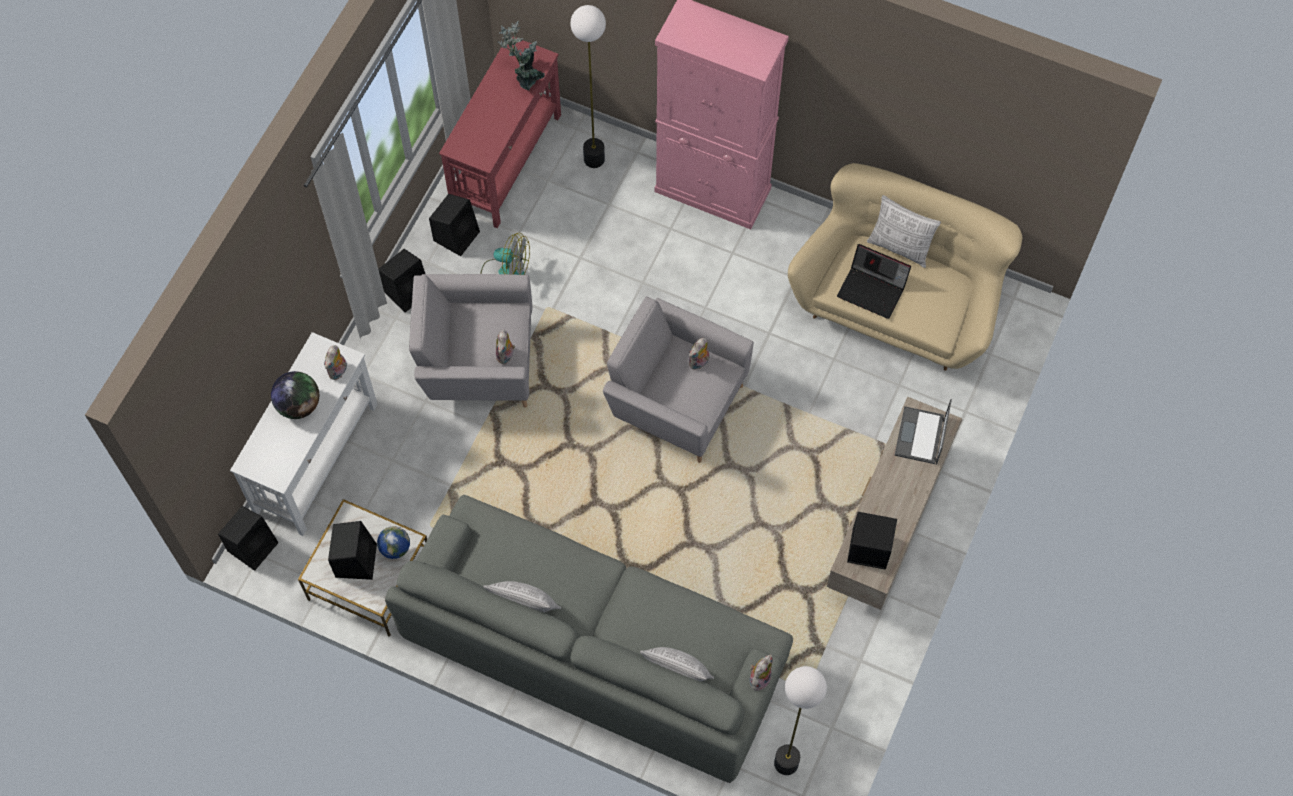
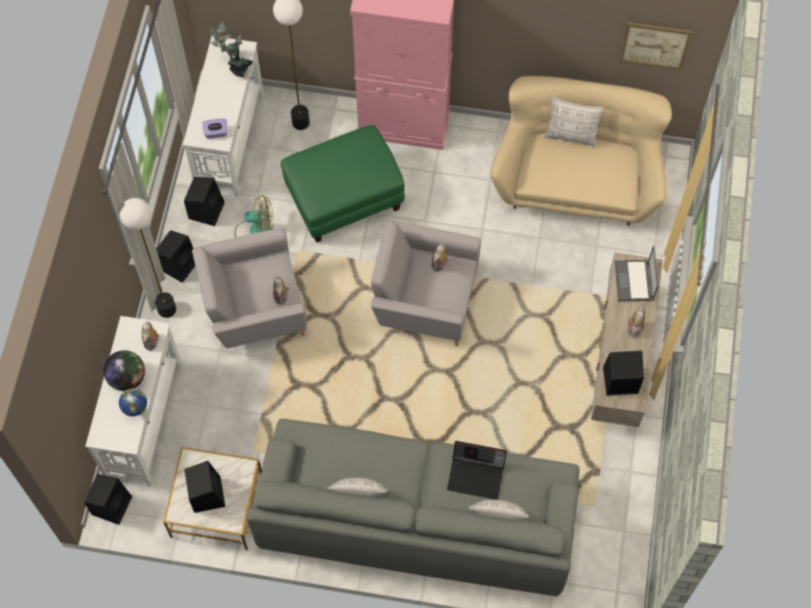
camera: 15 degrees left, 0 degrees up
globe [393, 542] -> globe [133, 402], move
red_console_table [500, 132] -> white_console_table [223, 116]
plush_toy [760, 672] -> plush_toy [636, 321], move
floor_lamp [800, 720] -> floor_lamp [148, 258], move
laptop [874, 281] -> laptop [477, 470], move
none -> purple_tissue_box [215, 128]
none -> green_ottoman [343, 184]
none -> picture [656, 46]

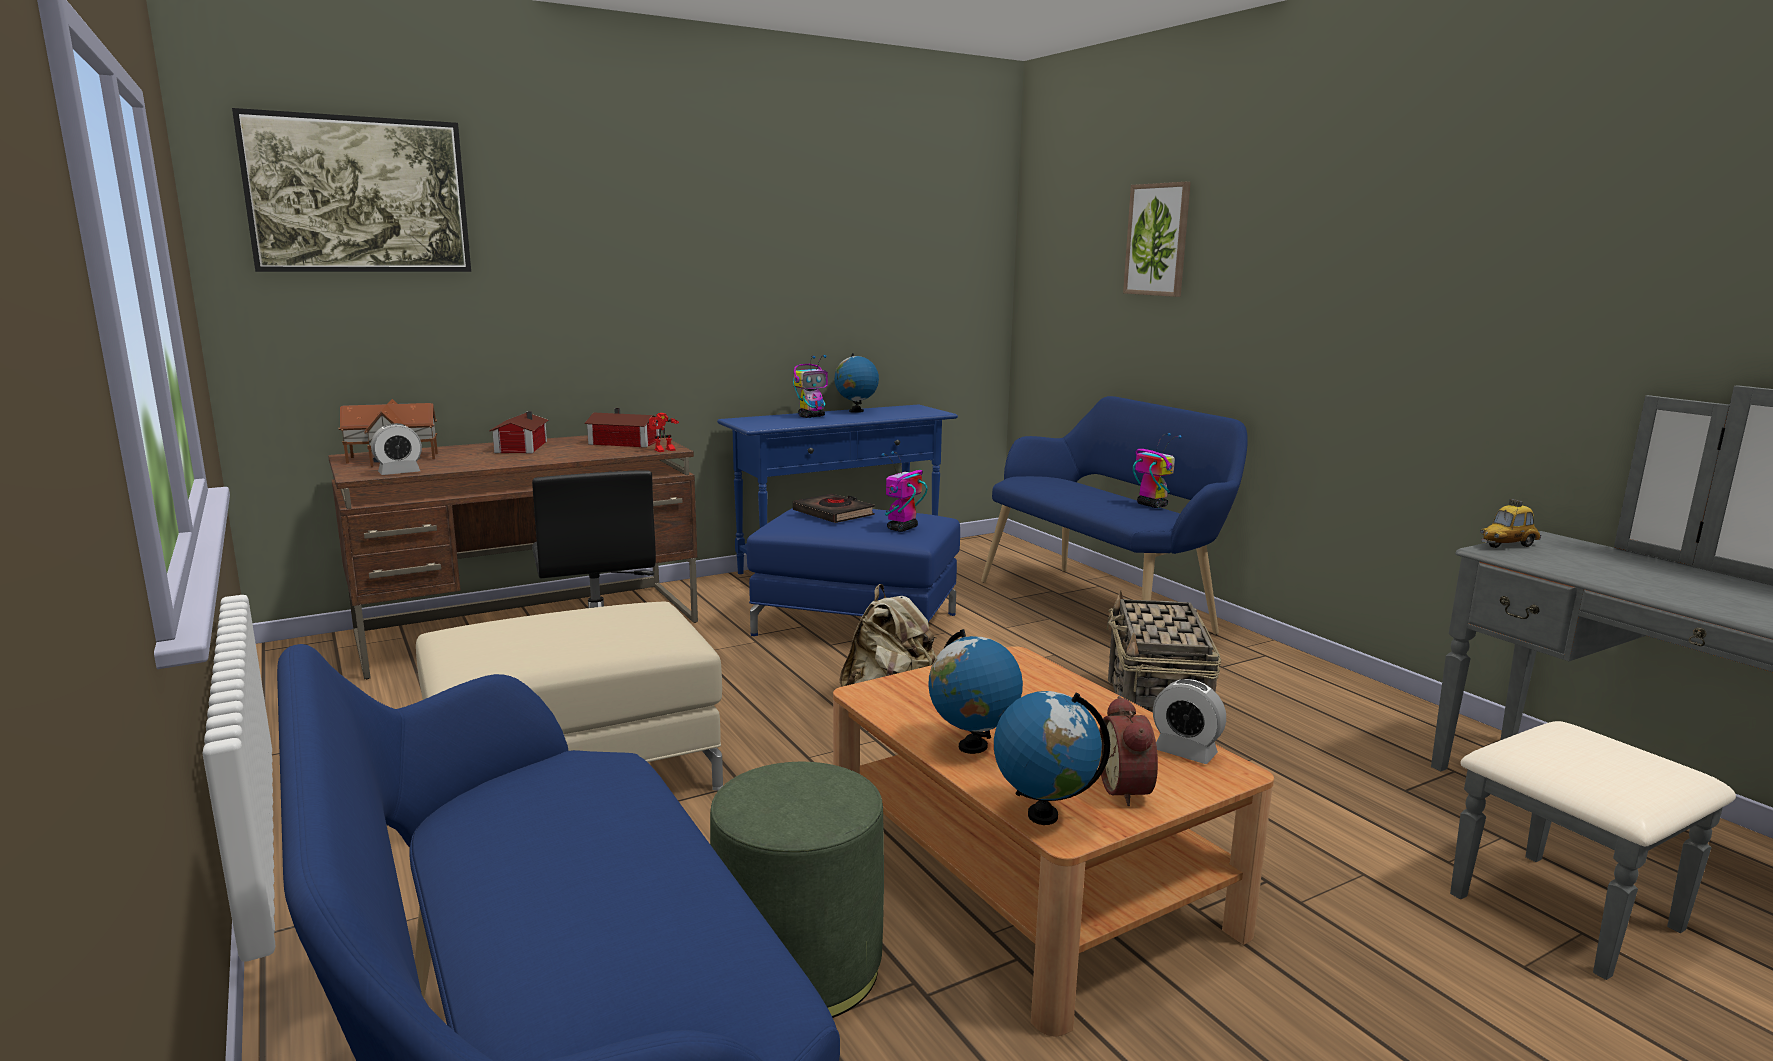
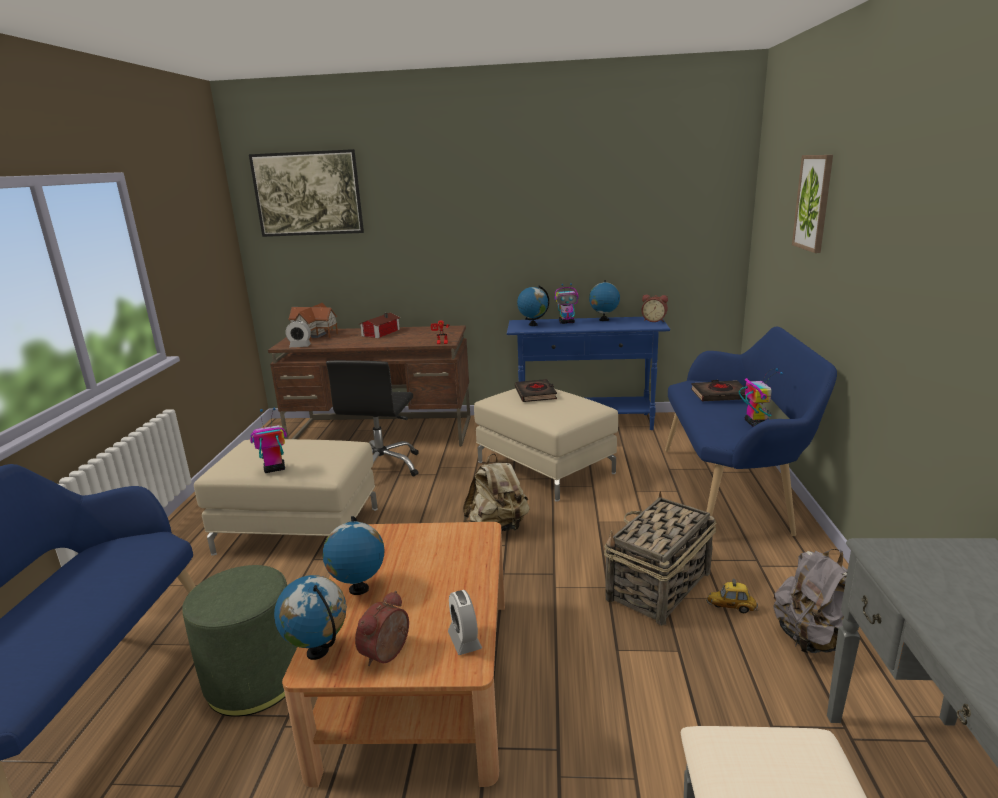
camera: 35 degrees right, 5 degrees up
toy_house [622, 428] -> none
blue_ottoman [853, 573] -> beige_ottoman [546, 445]
toy_robot [904, 491] -> toy_robot [268, 440], move
toy_car [1511, 523] -> toy_car [732, 596], move
none -> globe [533, 305]
none -> alarm_clock [655, 308]
none -> black_book [720, 390]
none -> grey_backpack [810, 601]

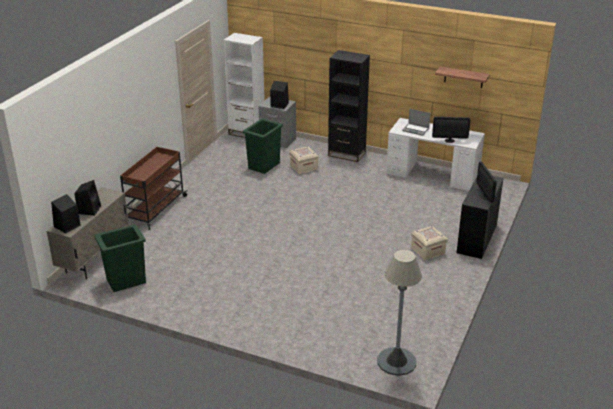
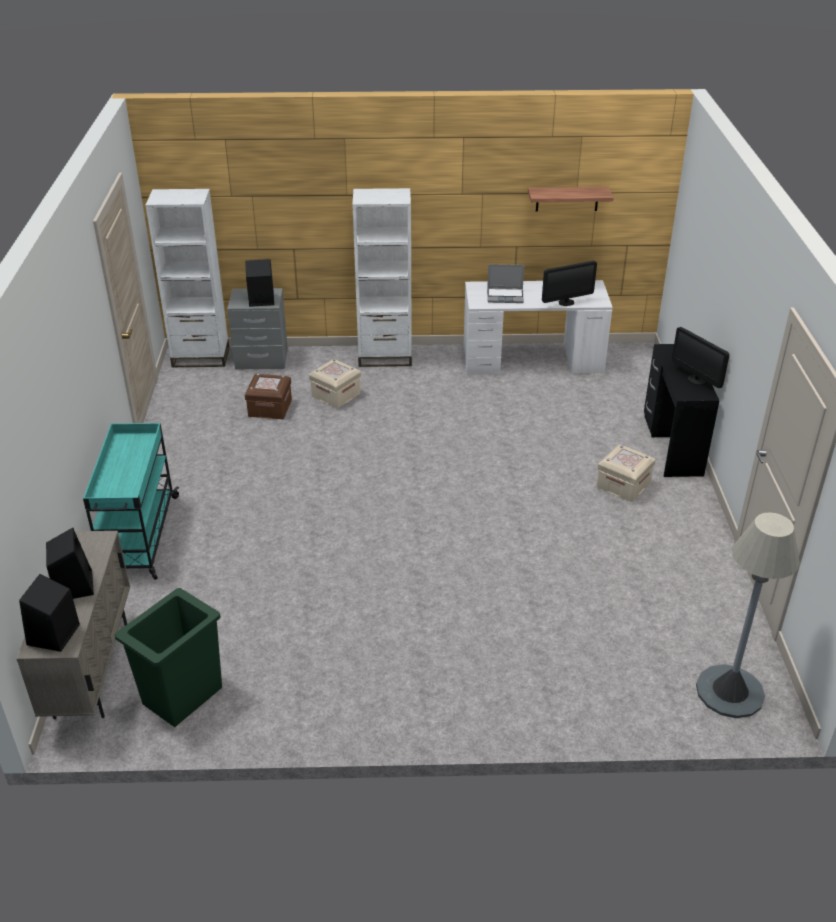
camera: 25 degrees left, 5 degrees up
brown_cart [153, 188] -> turquoise_cart [131, 501]
green_trash_can [263, 146] -> brown_storage_box [268, 396]
black_bookcase [349, 106] -> white_bookcase [382, 277]

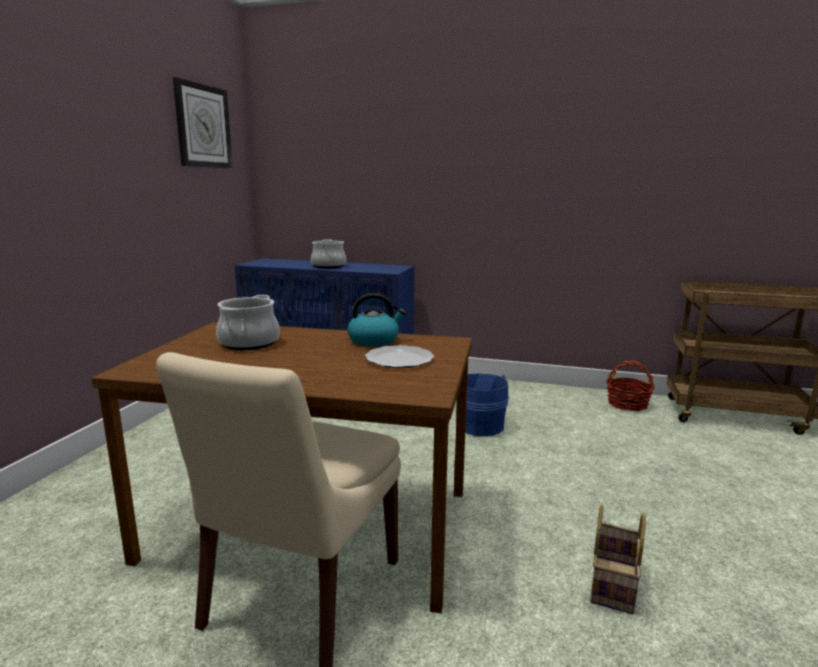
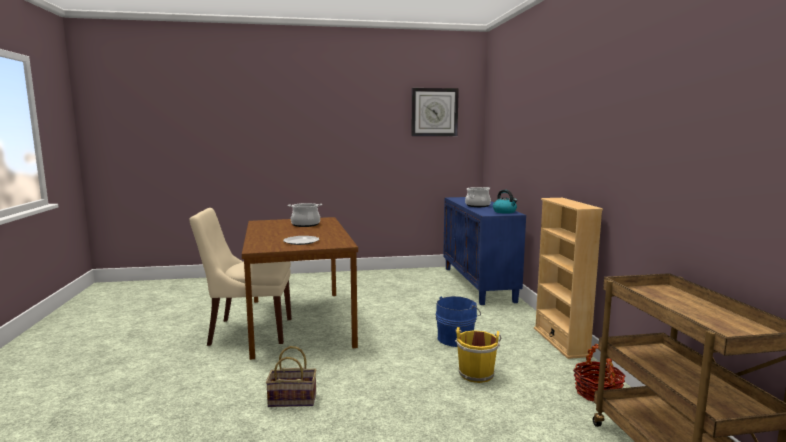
camera: 65 degrees right, 5 degrees down
kettle [377, 320] -> kettle [505, 202], move
none -> yellow_bucket [478, 355]
none -> beige_bookcase [568, 278]

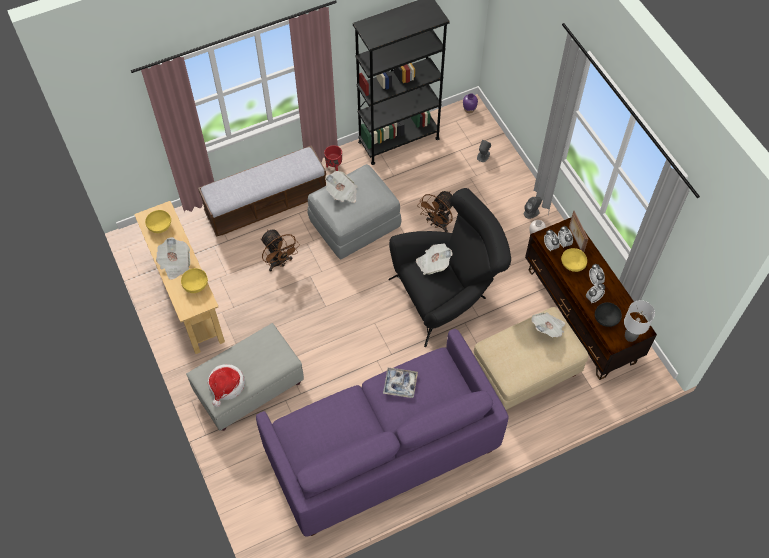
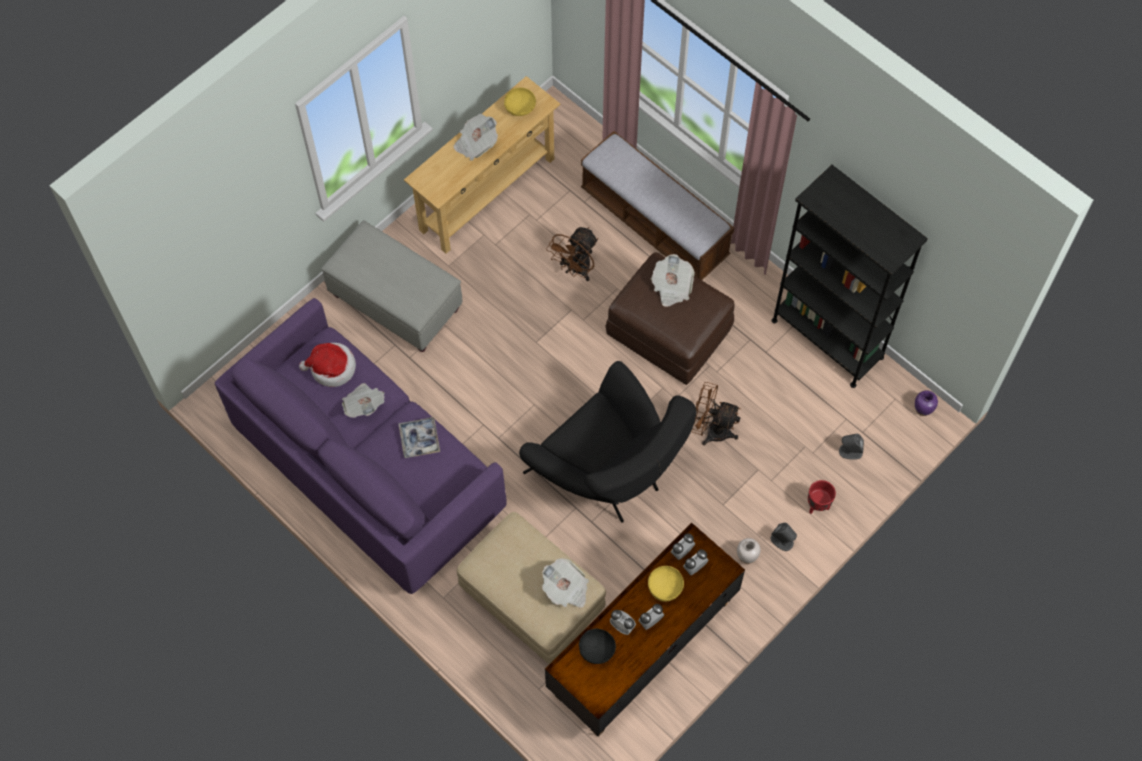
camera: 70 degrees right, 5 degrees up
yellow_bowl [194, 280] -> none
hat [226, 385] -> hat [327, 365], move
grey_ottoman [355, 212] -> brown_ottoman [670, 318]
red_planter [333, 158] -> red_planter [822, 497], move
newspaper [434, 259] -> newspaper [363, 400], move
picture_frame [578, 231] -> none
grey_table_lamp [639, 321] -> none

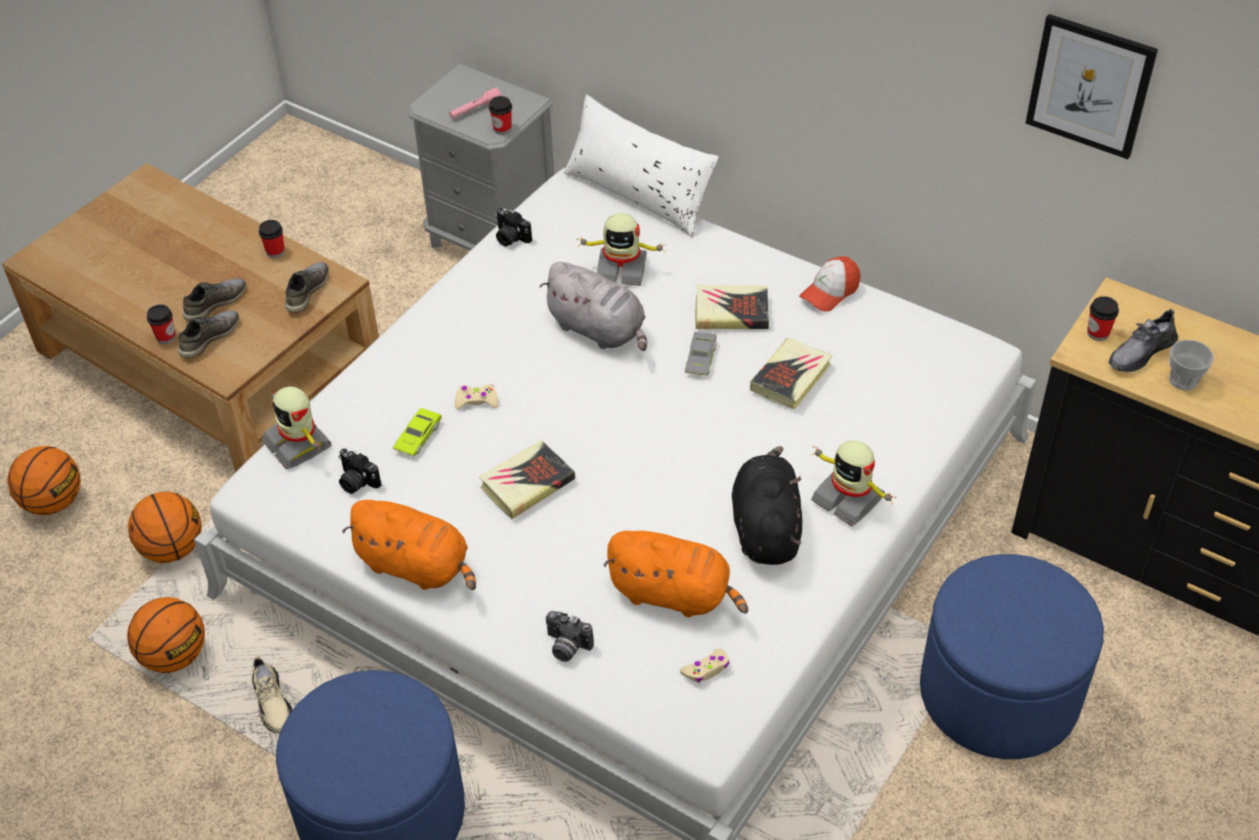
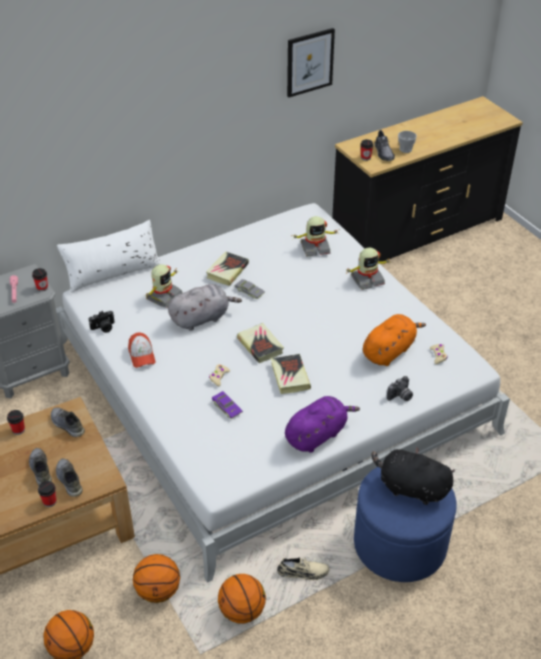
camera: 65 degrees left, 5 degrees down
toy_robot [297, 427] -> toy_robot [316, 236], move
photo_camera [359, 471] -> none
orange_plush_toy [409, 545] -> purple_plush_toy [322, 424]
green_toy_car [417, 432] -> purple_toy_car [227, 405]
black_plush_toy [767, 505] -> black_plush_toy [413, 476], move
book [791, 374] -> book [260, 343], move
cap [829, 284] -> cap [141, 350], move
blue_ottoman [1012, 656] -> none

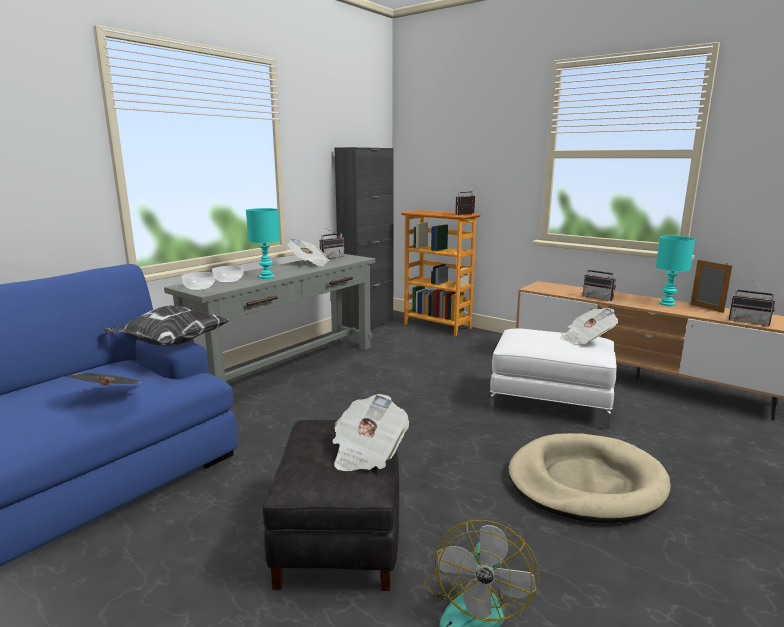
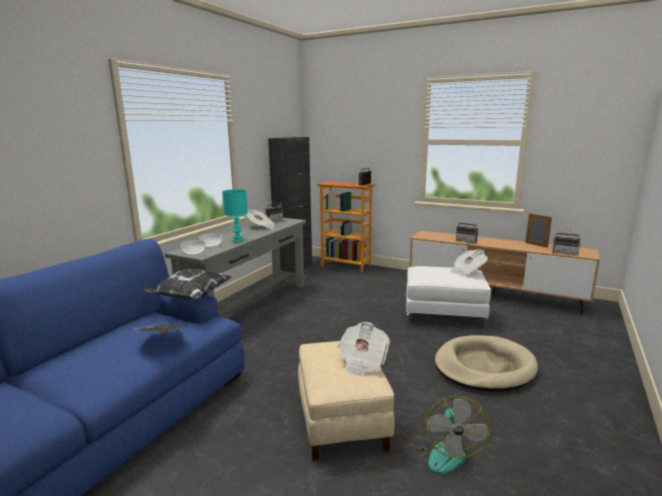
camera: 10 degrees left, 0 degrees up
black_ottoman [331, 505] -> beige_ottoman [346, 401]
turquoise_table_lamp [675, 271] -> none

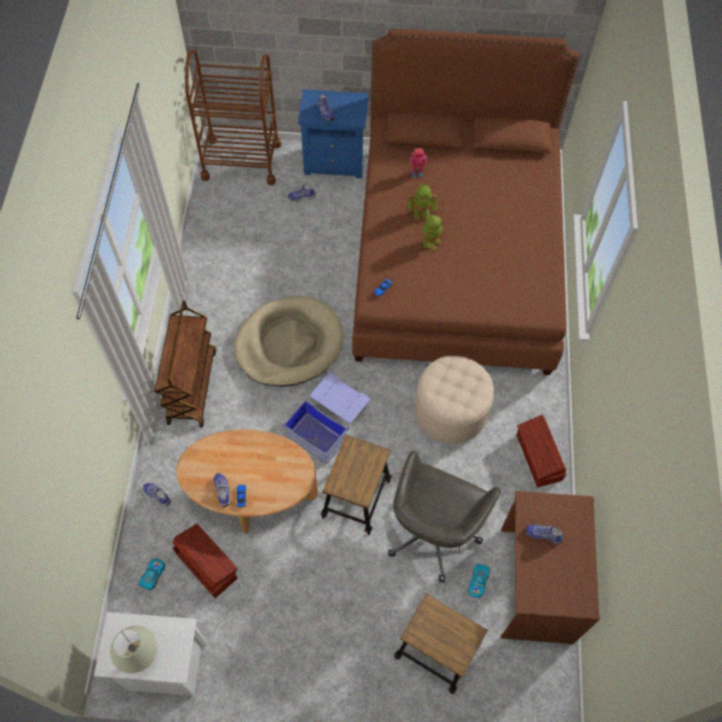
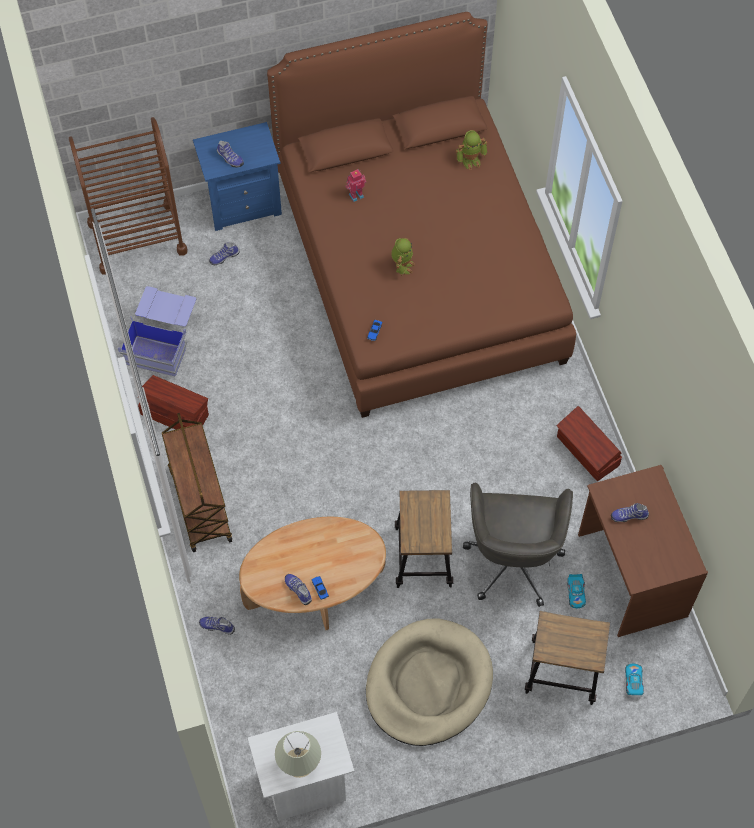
camera: 20 degrees left, 0 degrees up
toy_car [151, 574] -> toy_car [634, 679], move
brown_storage_box [205, 561] -> brown_storage_box [173, 402], move
beige_dog_bed [288, 341] -> beige_dog_bed [429, 682], move
blue_storage_box [326, 418] -> blue_storage_box [157, 331], move
toy_robot [422, 202] -> toy_robot [471, 150], move
beige_ottoman [454, 400] -> none

